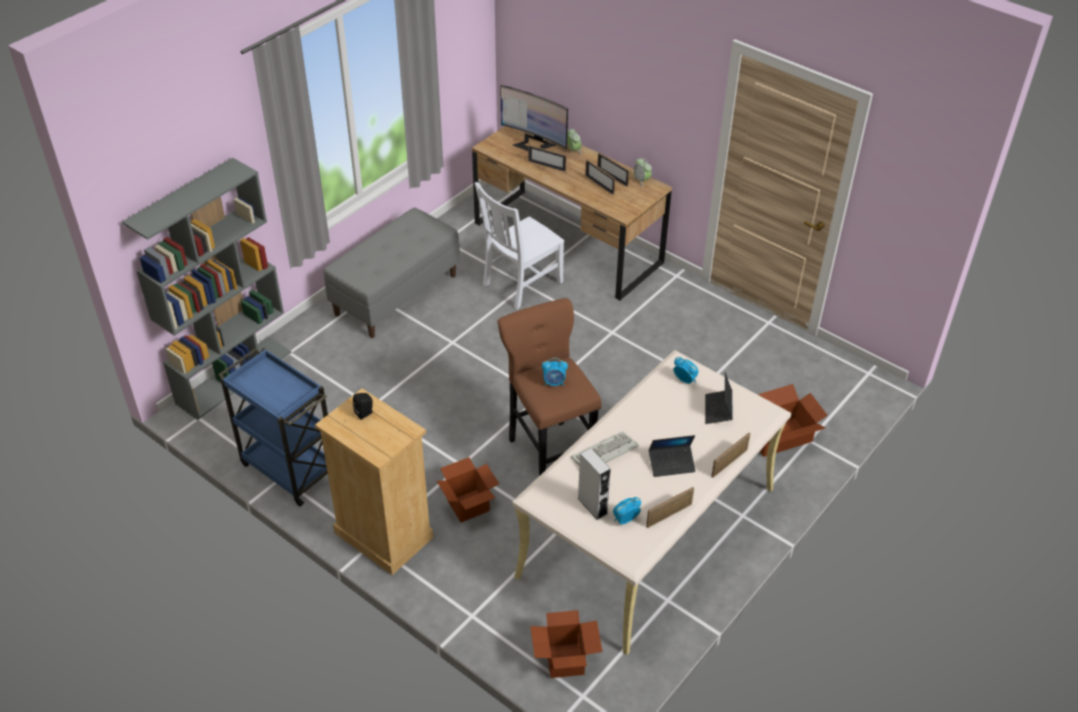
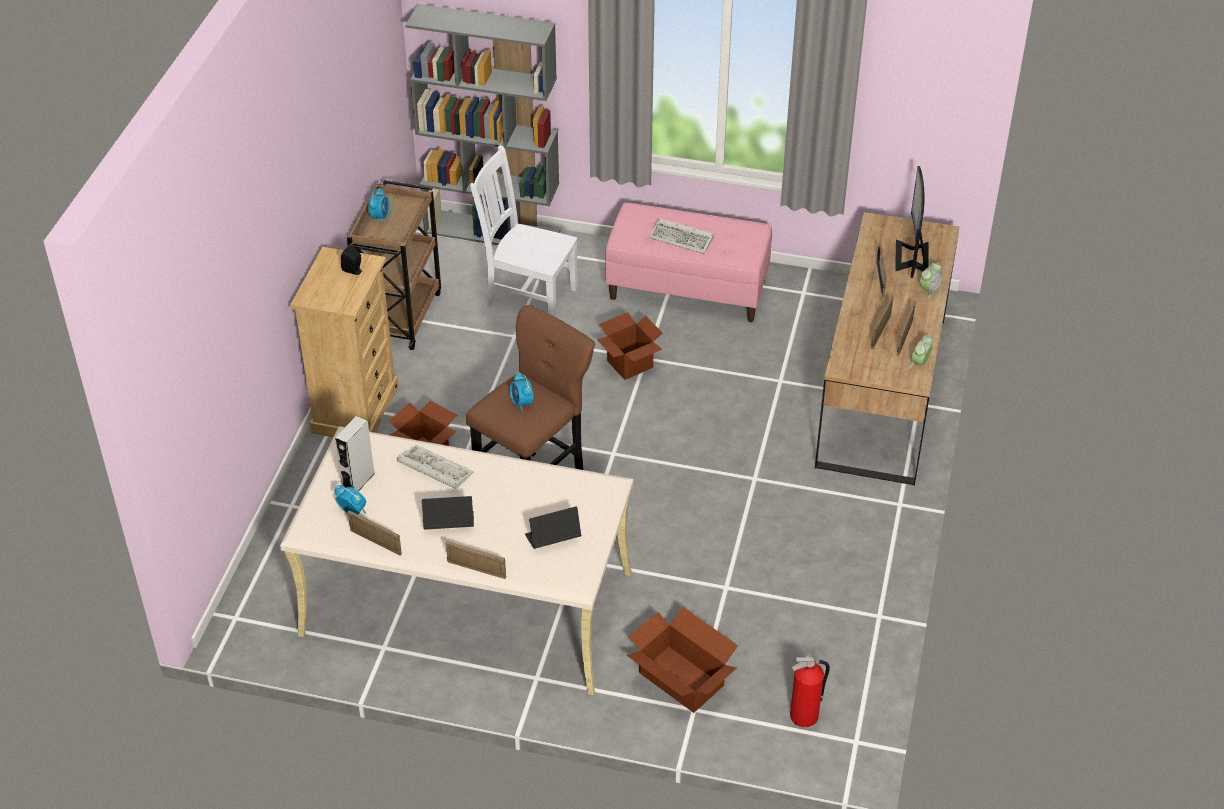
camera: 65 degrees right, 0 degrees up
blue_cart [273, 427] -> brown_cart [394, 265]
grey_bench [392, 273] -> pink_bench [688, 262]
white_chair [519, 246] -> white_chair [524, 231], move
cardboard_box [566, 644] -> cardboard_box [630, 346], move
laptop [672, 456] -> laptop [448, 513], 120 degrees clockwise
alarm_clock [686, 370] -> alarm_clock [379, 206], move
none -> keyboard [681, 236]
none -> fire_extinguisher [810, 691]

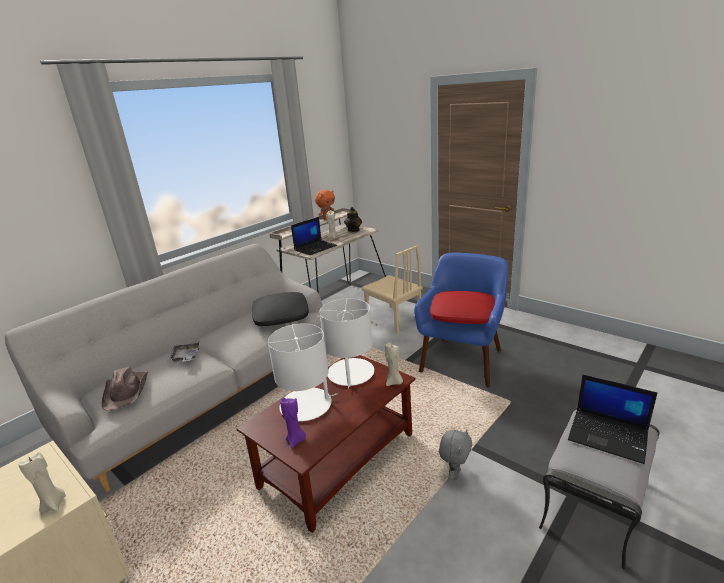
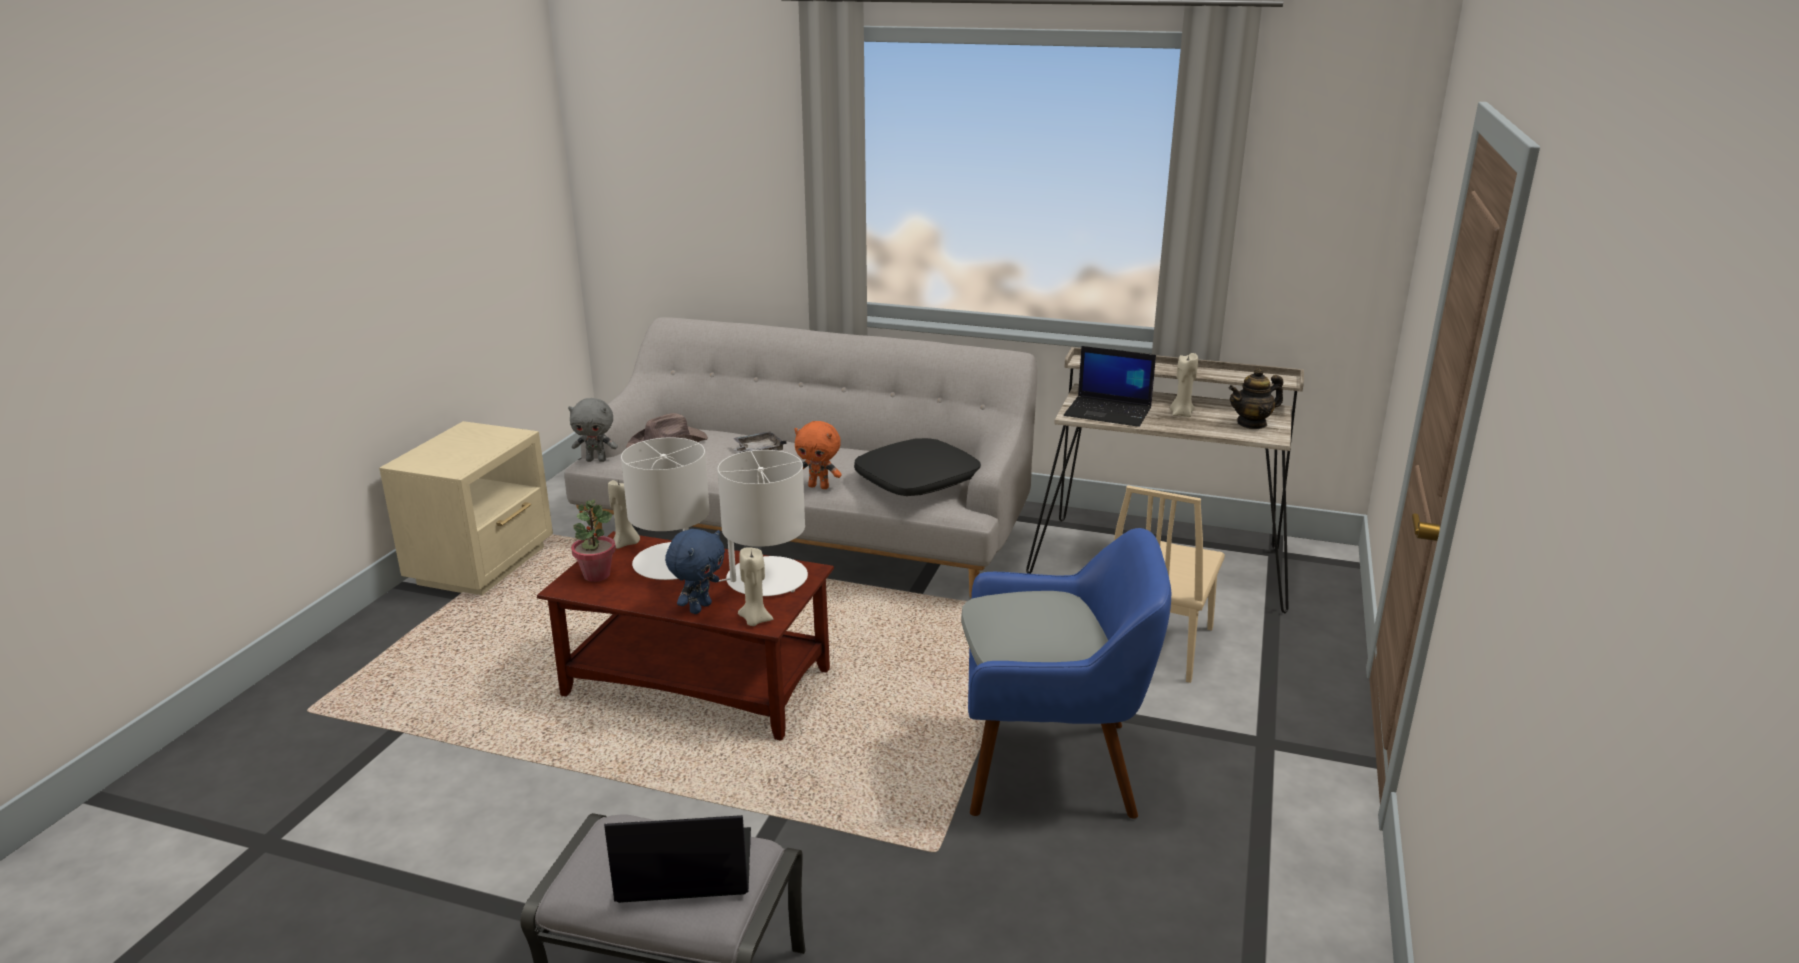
camera: 65 degrees right, 0 degrees up
beige_candle [42, 482] -> beige_candle [624, 514], move
purple_candle [293, 423] -> potted_plant [593, 541]
orange_plush_toy [325, 205] -> orange_plush_toy [818, 455], move
red_pillow [462, 307] -> grey_pillow [1034, 628]
grey_plush_toy [455, 454] -> grey_plush_toy [593, 430], move
laptop [612, 419] -> laptop [677, 859], 75 degrees clockwise
none -> blue_plush_toy [695, 571]

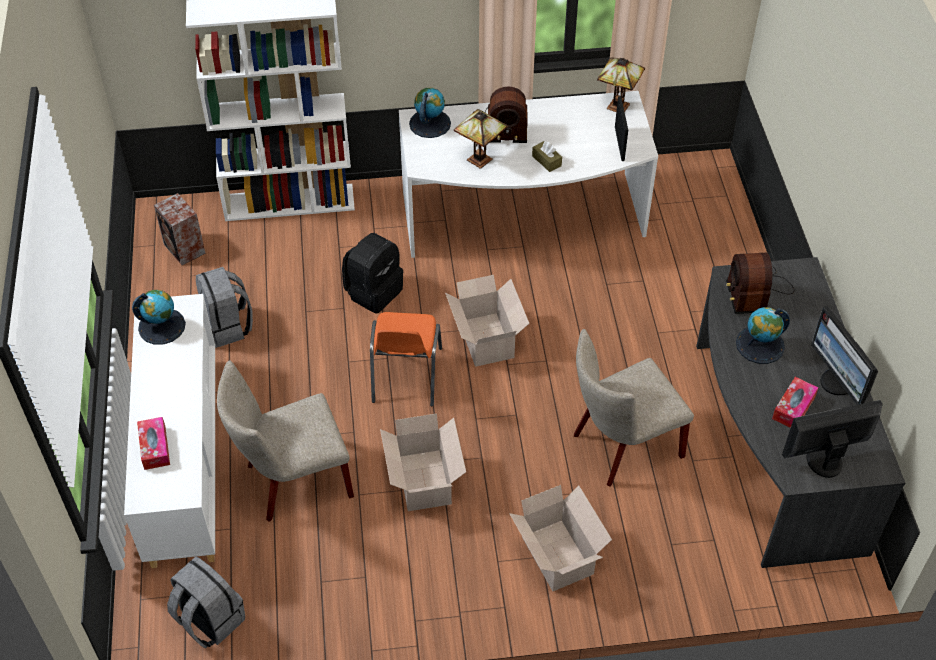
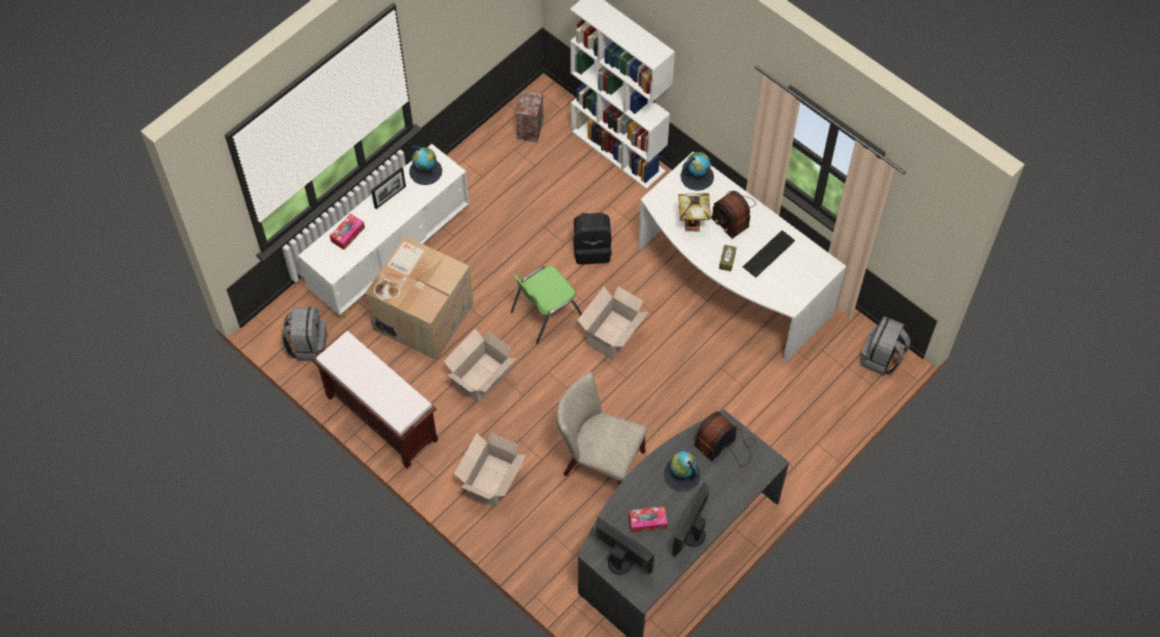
camera: 50 degrees right, 10 degrees up
grey_backpack [224, 307] -> grey_backpack [885, 345], move
beige_chair [285, 441] -> cardboard_box [419, 298]
orange_chair [406, 359] -> green_chair [546, 305]
table_lamp [621, 84] -> none
picture_frame [621, 128] -> picture_frame [388, 188], move
none -> brown_bench [375, 400]
none -> keyboard [769, 254]

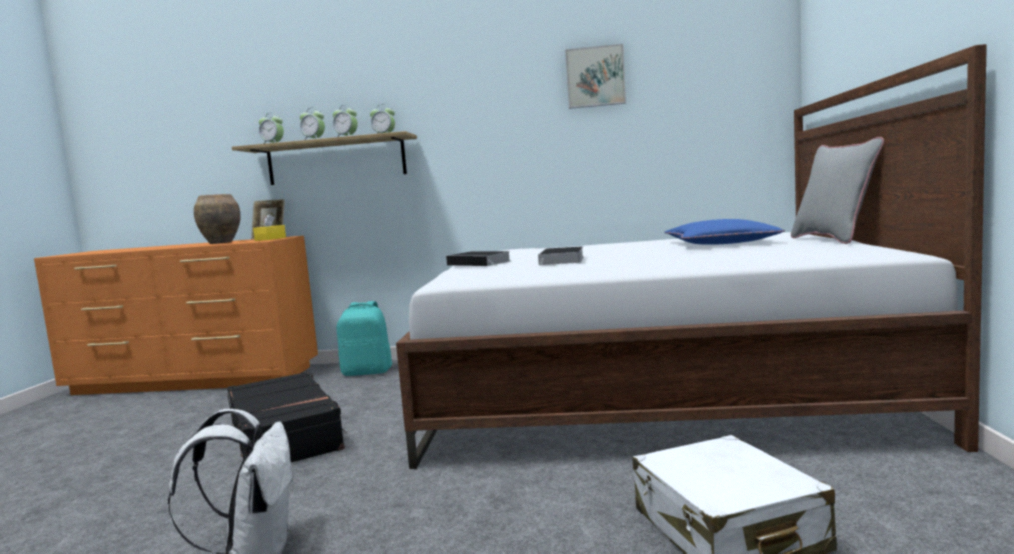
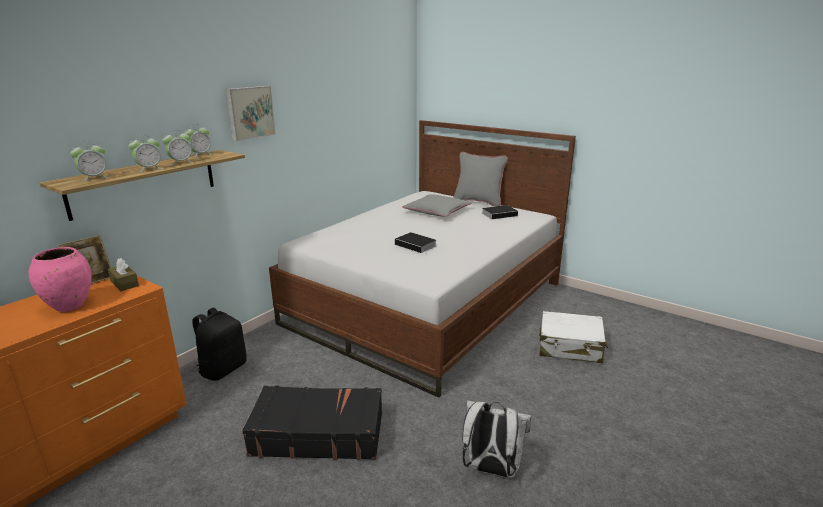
camera: 60 degrees left, 15 degrees up
brown_vase [217, 219] -> pink_vase [60, 279]
yellow_tissue_box [269, 227] -> brown_tissue_box [123, 274]
turquoise_backpack [364, 338] -> black_backpack [220, 344]
book [478, 258] -> book [500, 212], move
picture [595, 76] -> picture [251, 113], move
blue_pillow [725, 232] -> grey_pillow [437, 205]

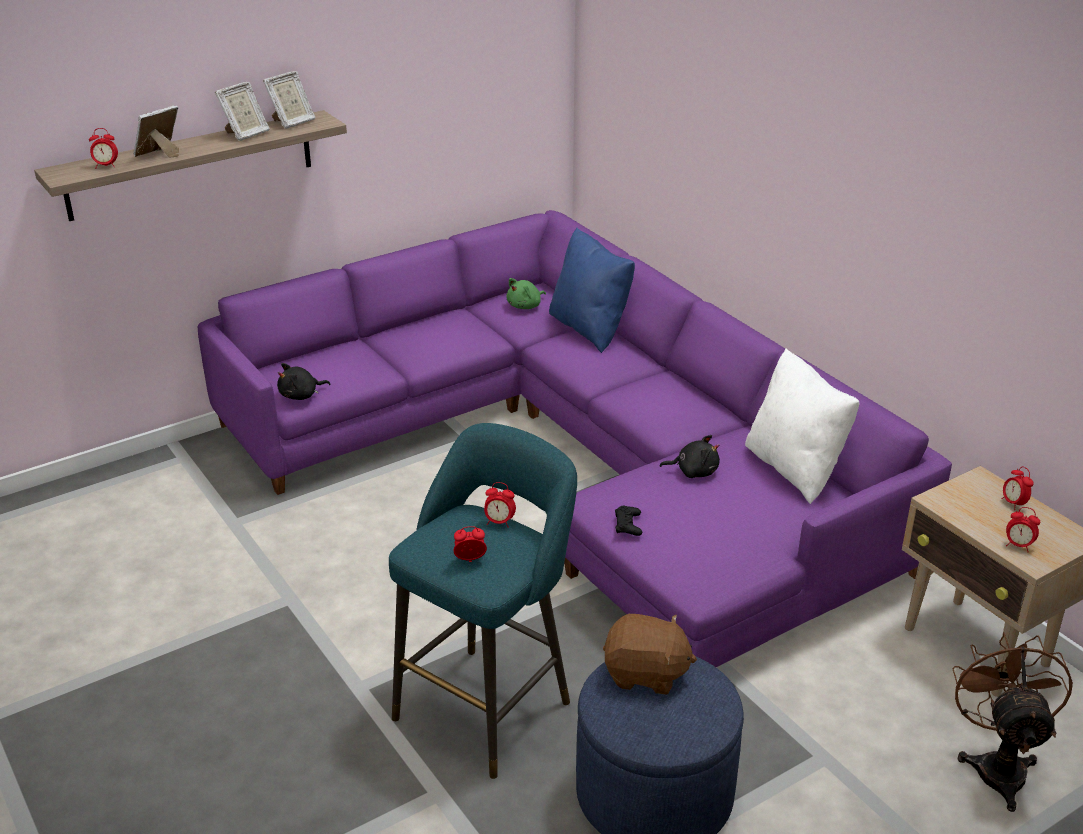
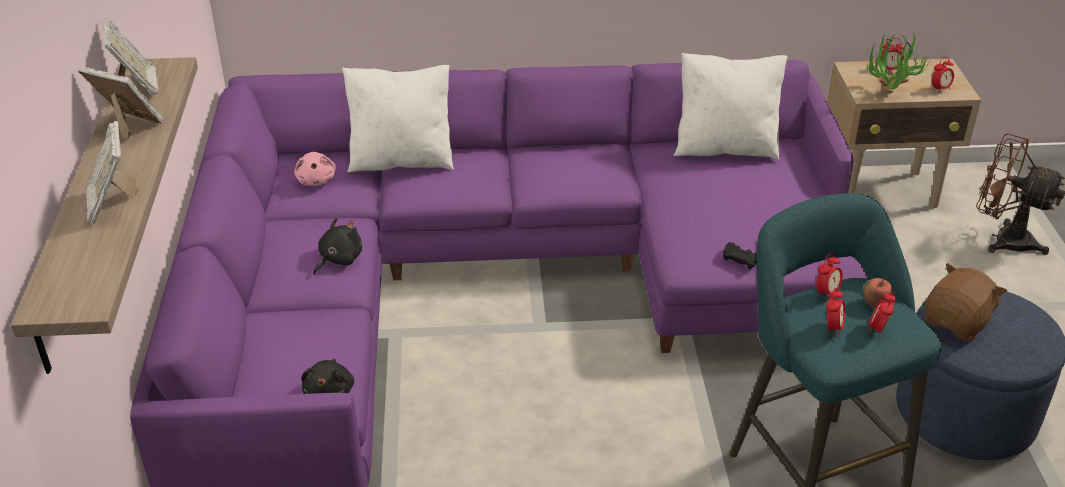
camera: 60 degrees left, 5 degrees up
alarm_clock [103, 148] -> alarm_clock [835, 312], move
picture_frame [242, 111] -> picture_frame [120, 103], 45 degrees counterclockwise
green_plush_toy [526, 293] -> pink_plush_toy [315, 169]
blue_pillow [592, 290] -> white_pillow [398, 118]
black_plush_toy [690, 456] -> black_plush_toy [337, 246], move
none -> apple [878, 292]
none -> potted_plant [900, 62]

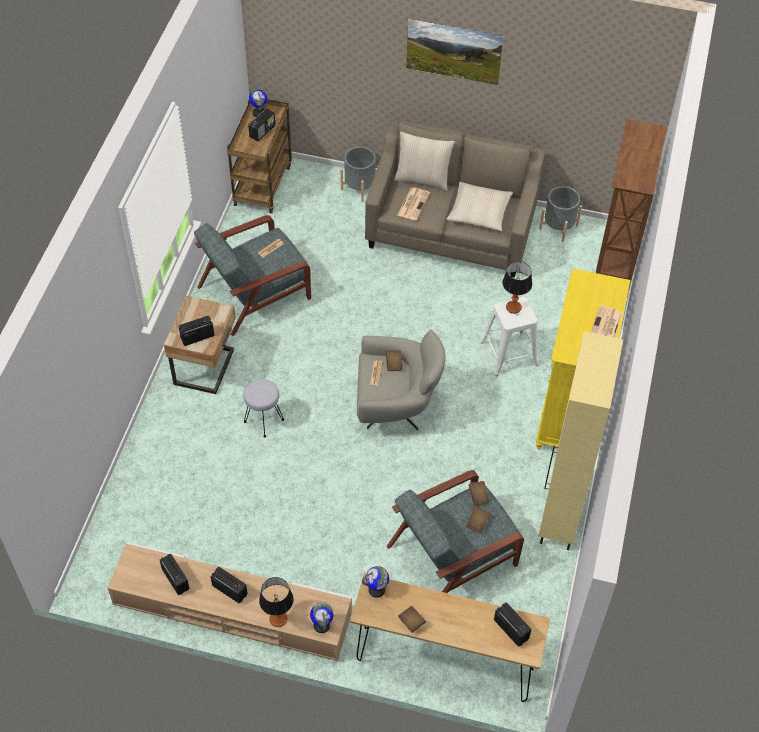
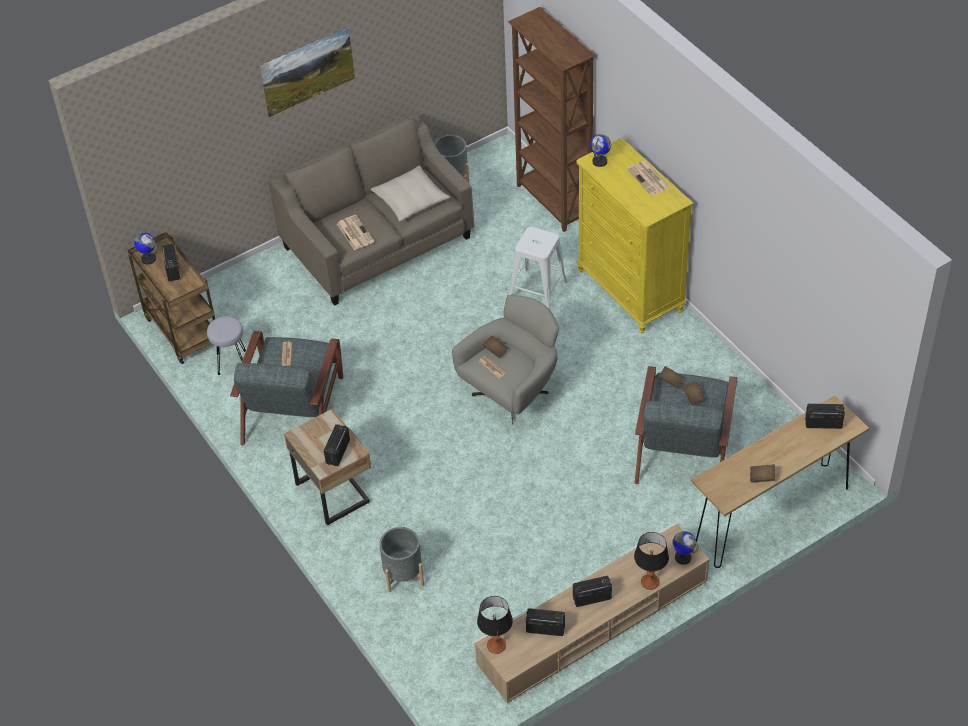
camera: 45 degrees left, 5 degrees down
grey_stool [264, 408] -> grey_stool [226, 345], move
grey_planter [359, 174] -> grey_planter [401, 560], move
globe [375, 582] -> globe [600, 150], move
beige_pillow [424, 161] -> none
table_lamp [517, 287] -> table_lamp [495, 625], move
beige_cabinet [581, 440] -> none

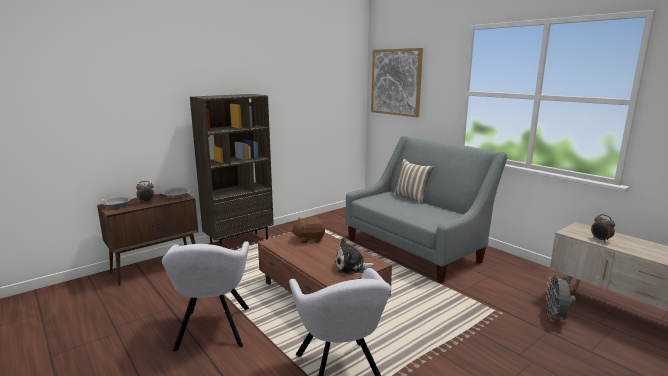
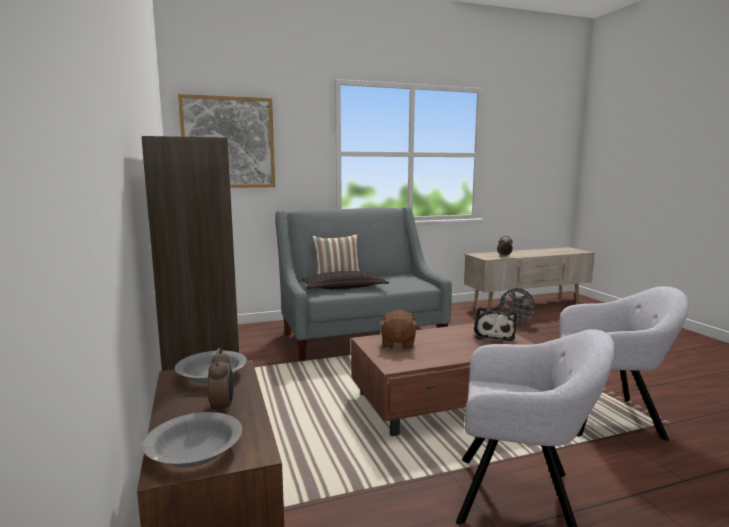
camera: 70 degrees left, 5 degrees down
none -> pillow [345, 280]

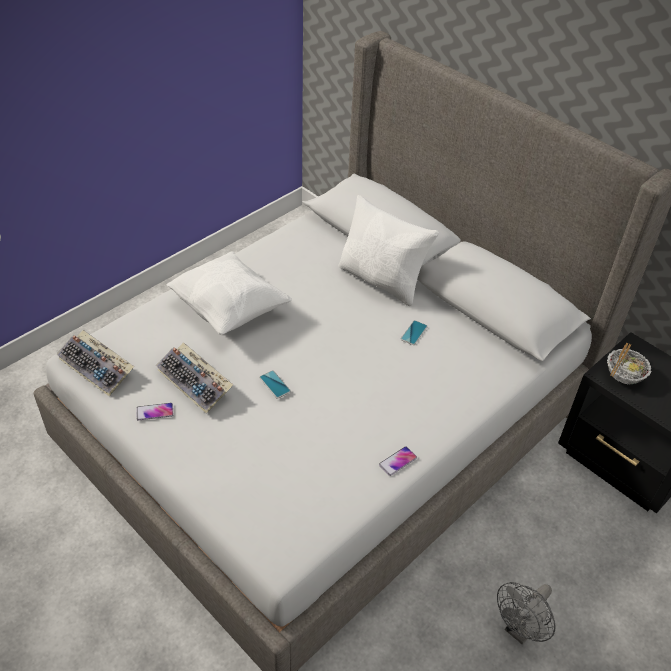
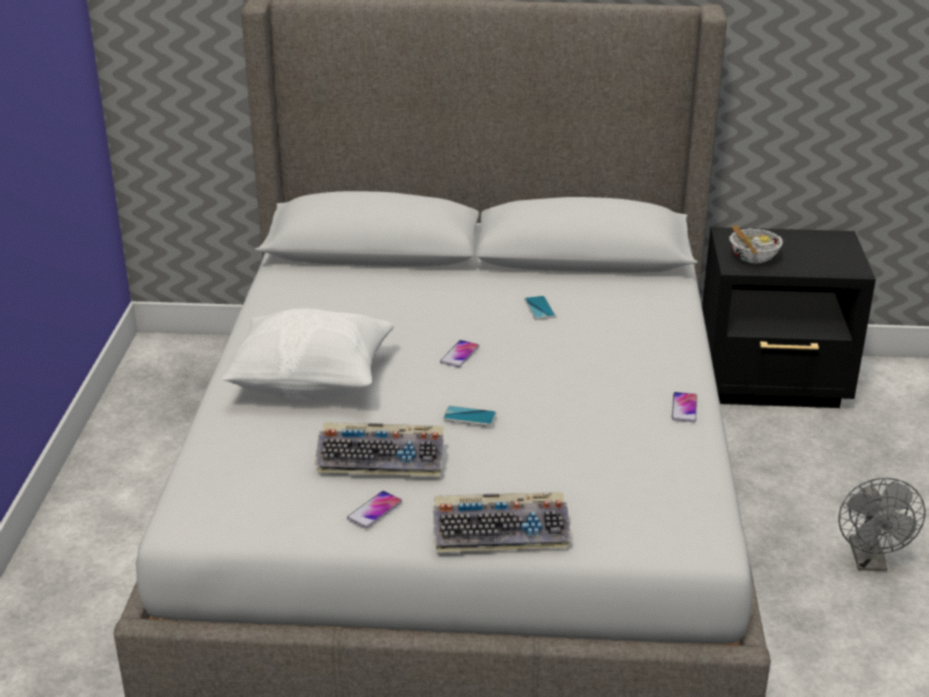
camera: 40 degrees left, 15 degrees down
keyboard [95, 363] -> keyboard [502, 522], move
white_pillow [389, 250] -> none
none -> phone [459, 353]

